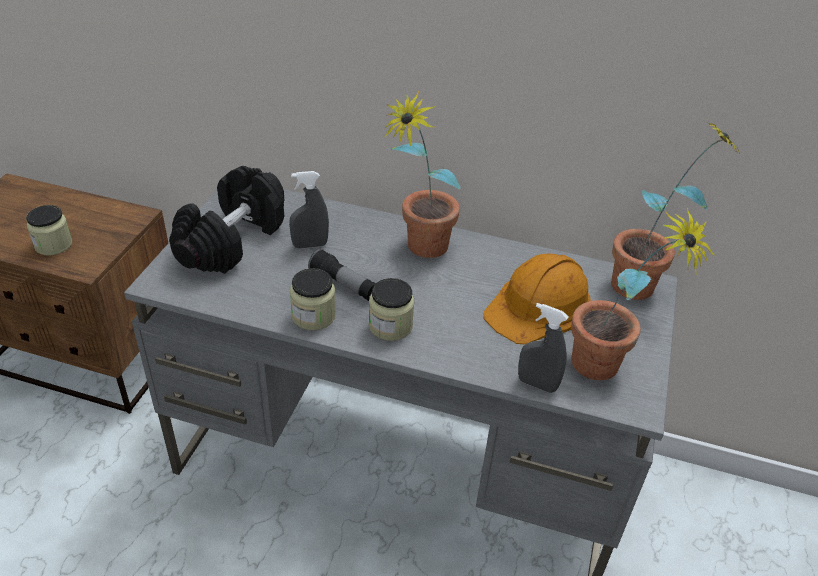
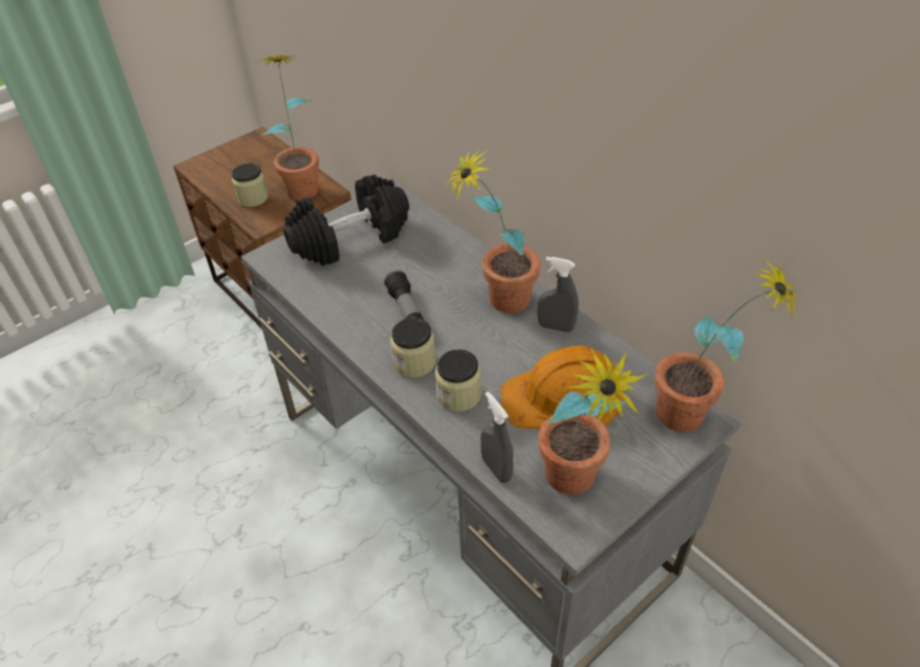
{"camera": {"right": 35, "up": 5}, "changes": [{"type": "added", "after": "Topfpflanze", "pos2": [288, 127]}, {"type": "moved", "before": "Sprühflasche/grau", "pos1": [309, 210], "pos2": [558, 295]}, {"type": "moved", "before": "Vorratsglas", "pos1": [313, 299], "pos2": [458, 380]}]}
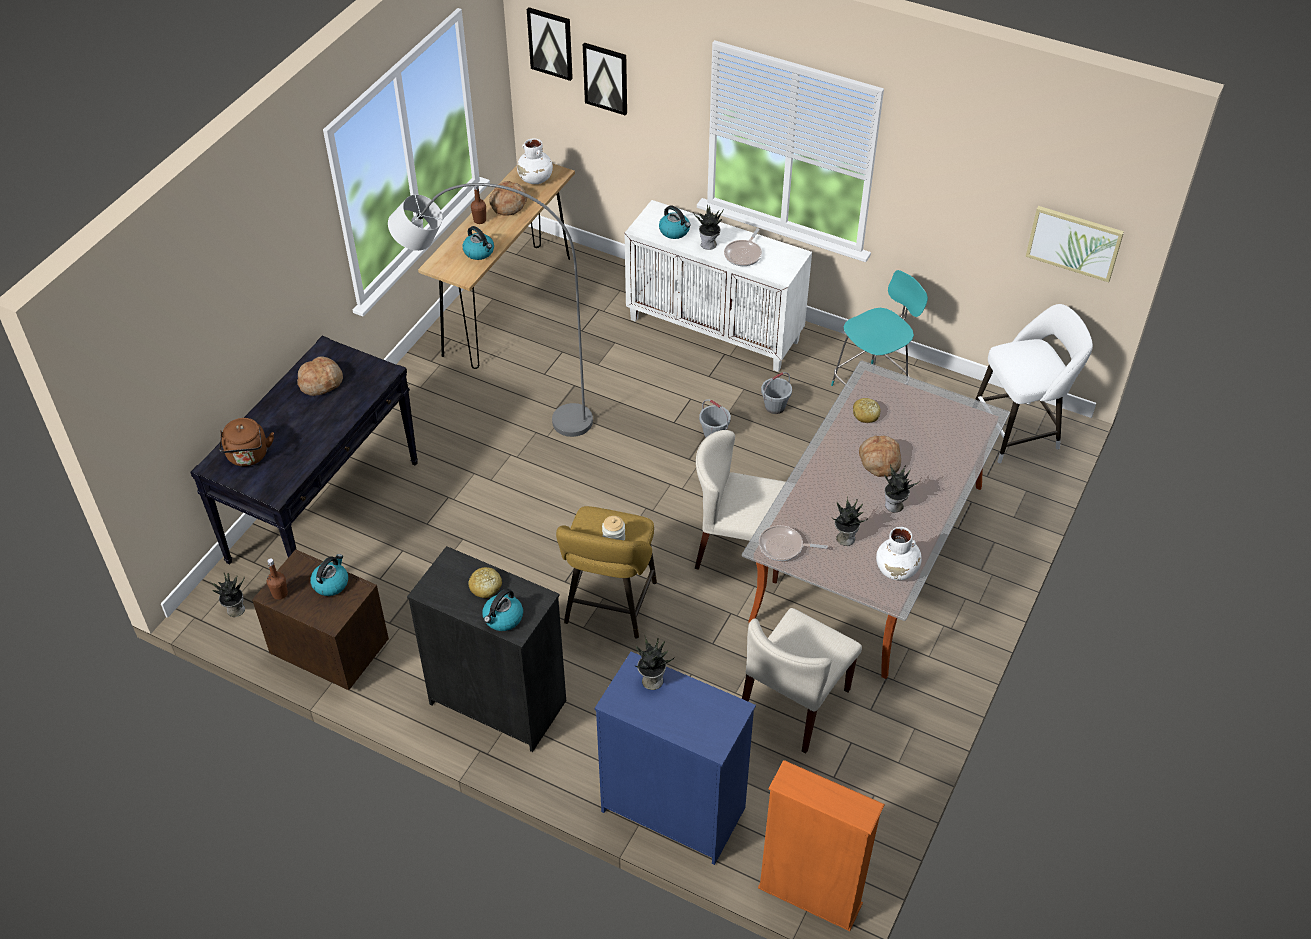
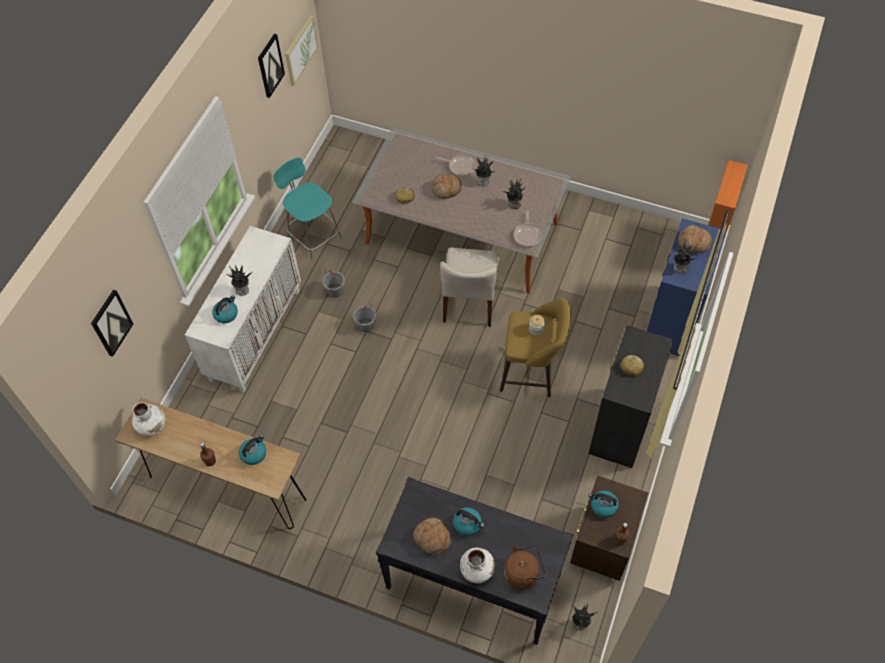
{"camera": {"right": -95, "up": 10}, "changes": [{"type": "removed", "before": "Stehlampe/grau", "pos1": [490, 310]}, {"type": "removed", "before": "Stuhl/beige", "pos1": [802, 681]}, {"type": "removed", "before": "Hocker/weiß", "pos1": [1034, 383]}, {"type": "moved", "before": "Wasserkessel", "pos1": [503, 609], "pos2": [469, 521]}, {"type": "moved", "before": "Brot", "pos1": [508, 198], "pos2": [695, 239]}, {"type": "moved", "before": "Bild", "pos1": [550, 44], "pos2": [271, 66]}, {"type": "moved", "before": "Pfanne", "pos1": [743, 247], "pos2": [456, 165]}, {"type": "moved", "before": "Vase/weiß", "pos1": [899, 553], "pos2": [477, 565]}]}
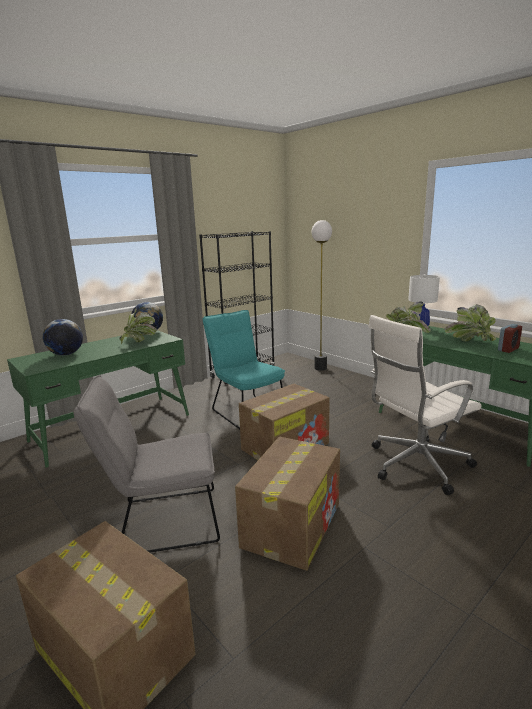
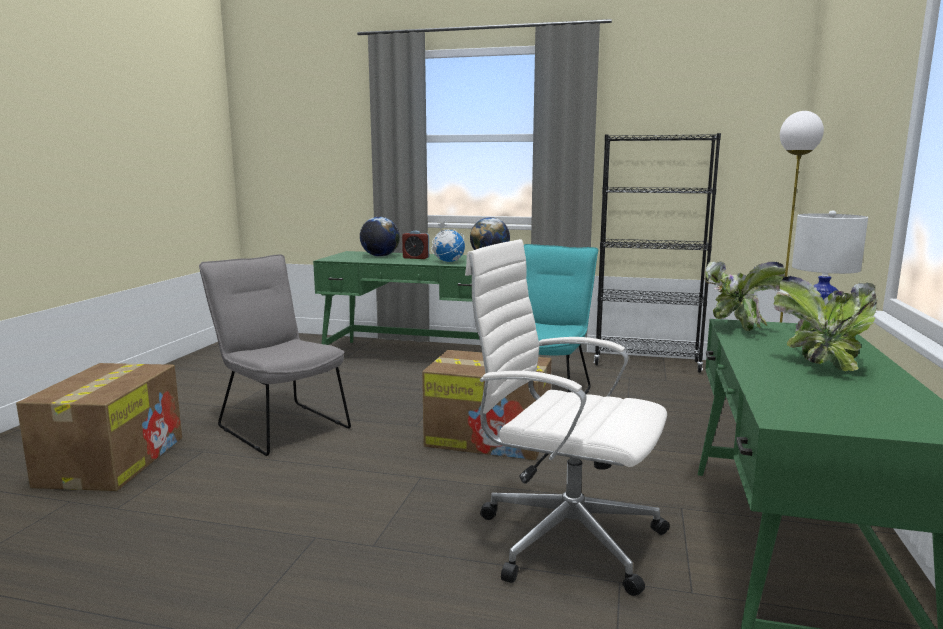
{"camera": {"right": 55, "up": -5}, "changes": [{"type": "removed", "before": "Karton", "pos1": [287, 504]}, {"type": "moved", "before": "Wecker", "pos1": [510, 338], "pos2": [415, 245]}, {"type": "replaced", "before": "Topfpflanze", "after": "Globus", "pos1": [138, 326], "pos2": [448, 241]}]}
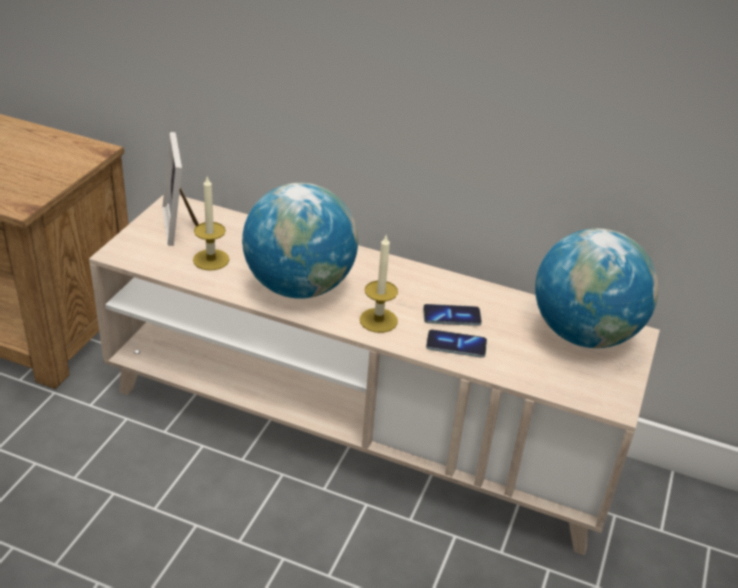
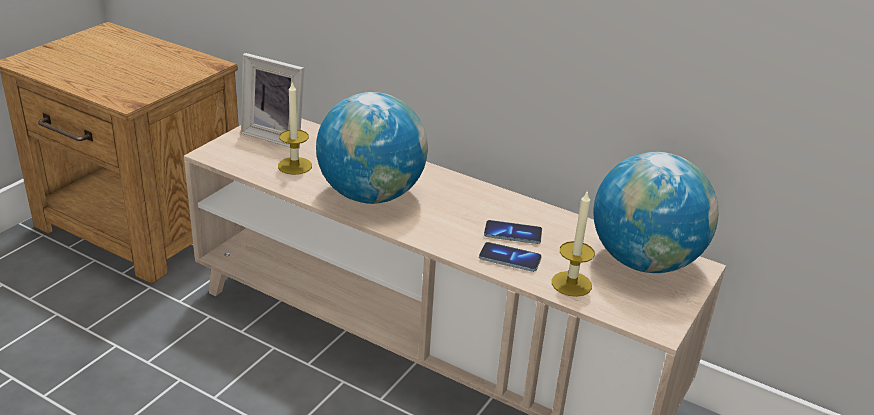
{"camera": {"right": 10, "up": -5}, "changes": [{"type": "moved", "before": "Kerze", "pos1": [379, 283], "pos2": [573, 243]}, {"type": "turned", "before": "Bilderrahmen", "pos1": [180, 189], "pos2": [272, 100], "turn": -60}]}
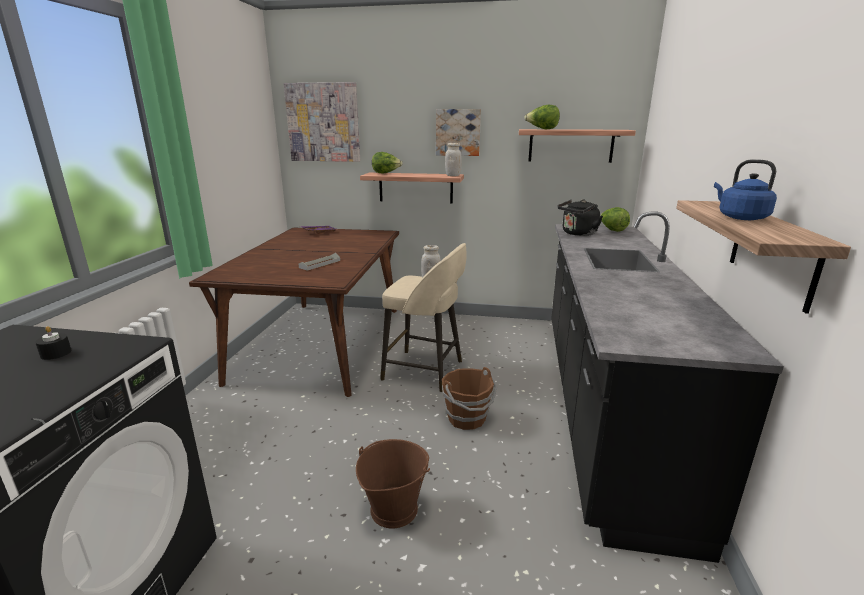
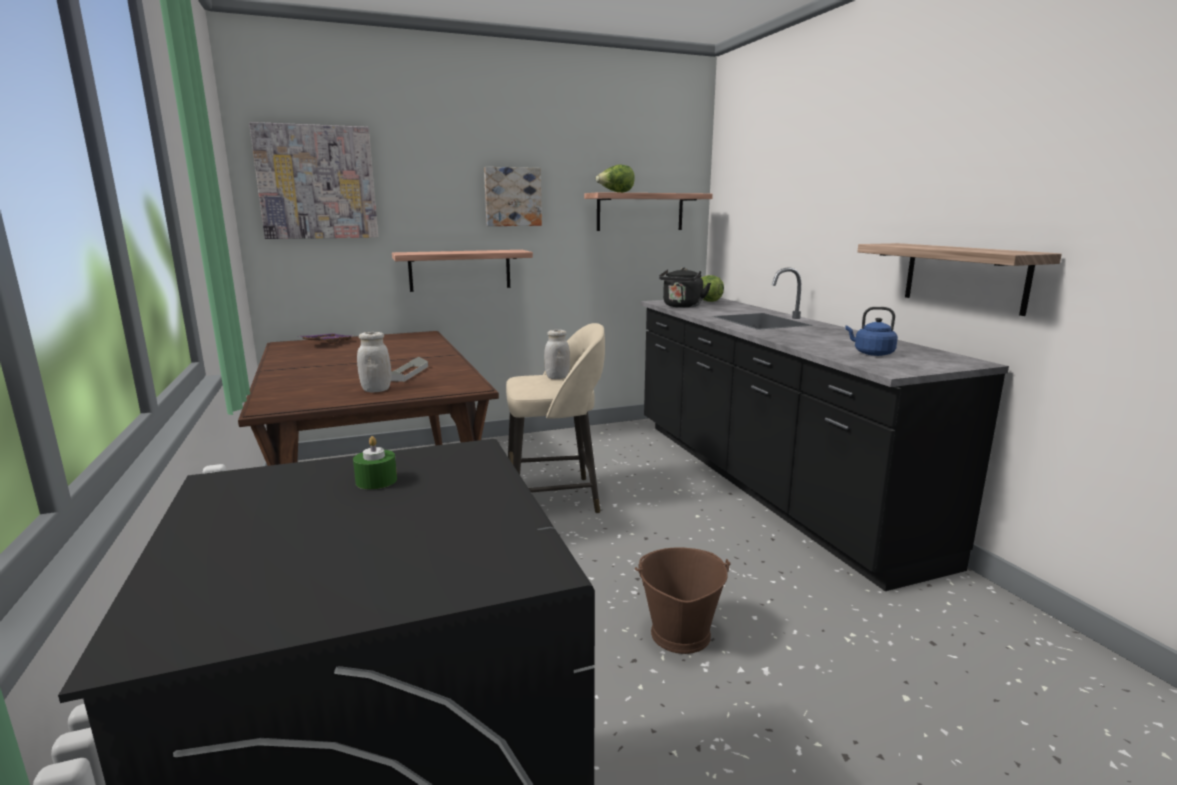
{"camera": {"right": -30, "up": -5}, "changes": [{"type": "removed", "before": "Salatkopf", "pos1": [387, 163]}, {"type": "removed", "before": "Eimer/braun", "pos1": [469, 398]}, {"type": "moved", "before": "Vorratsglas/weiß", "pos1": [453, 159], "pos2": [374, 362]}, {"type": "moved", "before": "Wasserkessel/blau", "pos1": [745, 189], "pos2": [871, 331]}, {"type": "recoloured", "before": "Kerze/schwarz", "after": "Kerze/grün", "pos1": [53, 343], "pos2": [375, 463]}]}
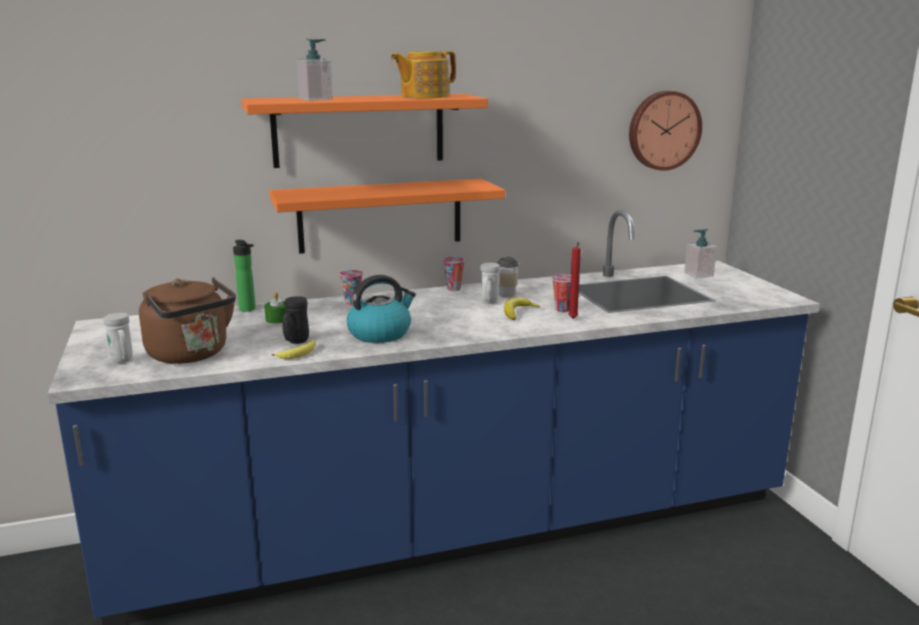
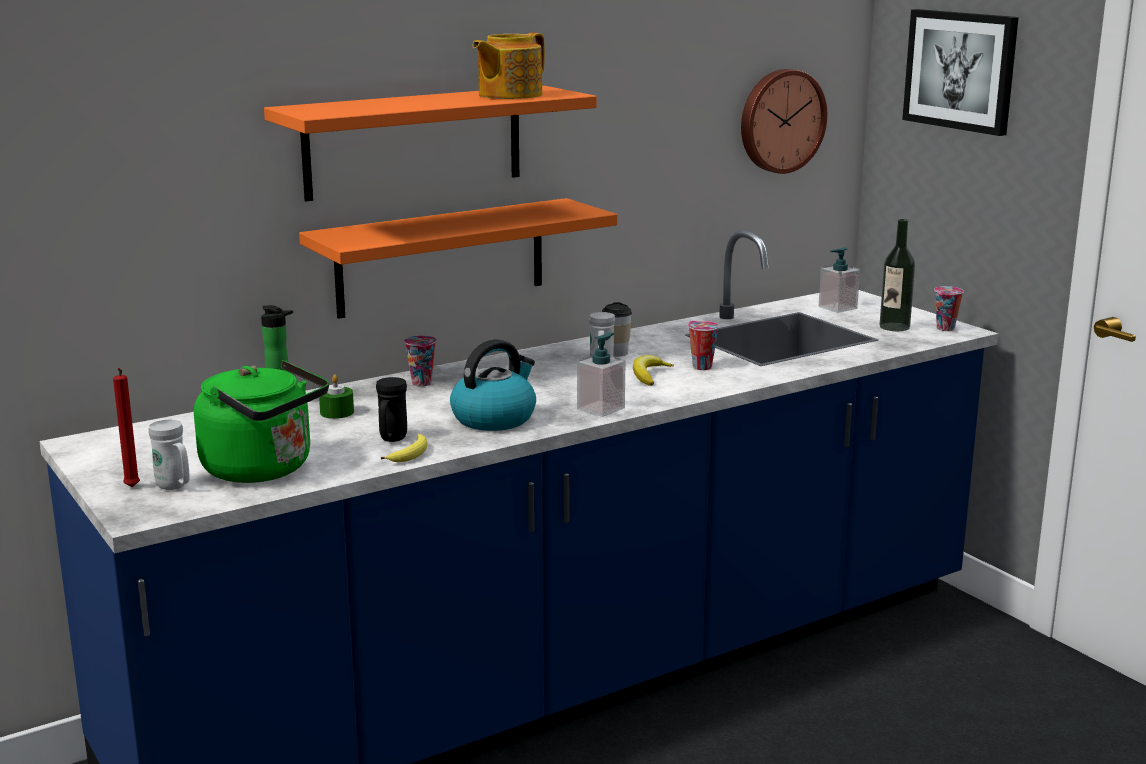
{"camera": {"right": -15, "up": 0}, "changes": [{"type": "added", "after": "Flasche", "pos2": [897, 275]}, {"type": "added", "after": "Bild", "pos2": [960, 72]}, {"type": "moved", "before": "Seifenspender", "pos1": [314, 70], "pos2": [601, 375]}, {"type": "moved", "before": "Tasse", "pos1": [453, 274], "pos2": [949, 308]}, {"type": "moved", "before": "Kerze/rot", "pos1": [574, 280], "pos2": [126, 427]}, {"type": "recoloured", "before": "Wasserkessel/braun", "after": "Wasserkessel/grün", "pos1": [187, 320], "pos2": [261, 421]}]}
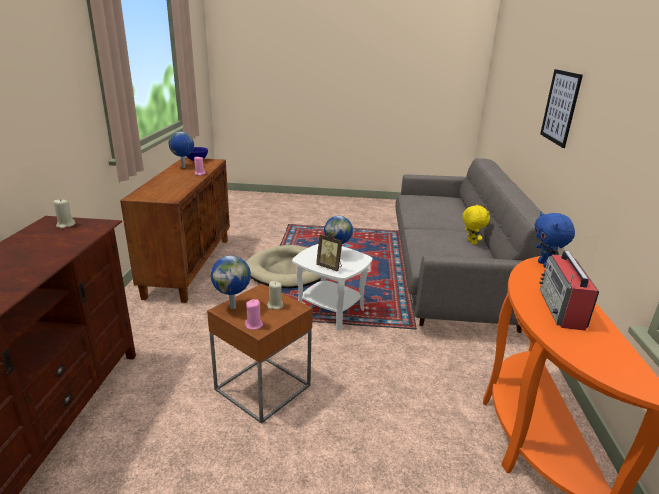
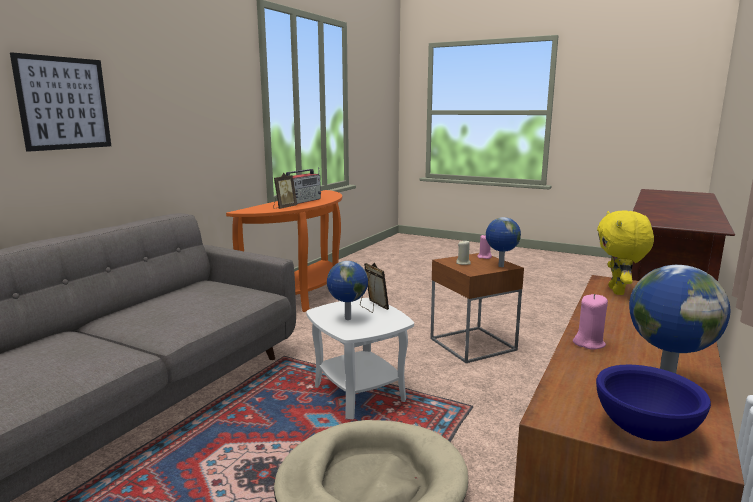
{"camera": {"right": -155, "up": -10}, "changes": [{"type": "removed", "before": "Kerze/beige", "pos1": [64, 214]}, {"type": "removed", "before": "Plüschtier/blau", "pos1": [554, 240]}, {"type": "added", "after": "Bilderrahmen", "pos2": [285, 191]}, {"type": "moved", "before": "Plüschtier/gelb", "pos1": [476, 225], "pos2": [625, 252]}]}
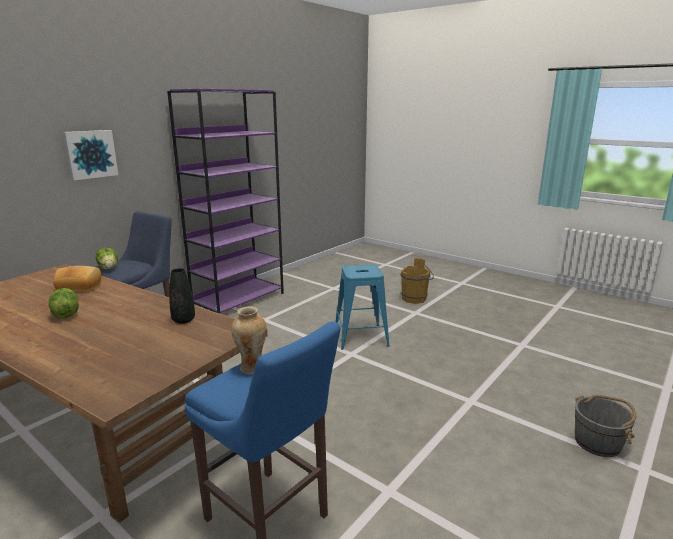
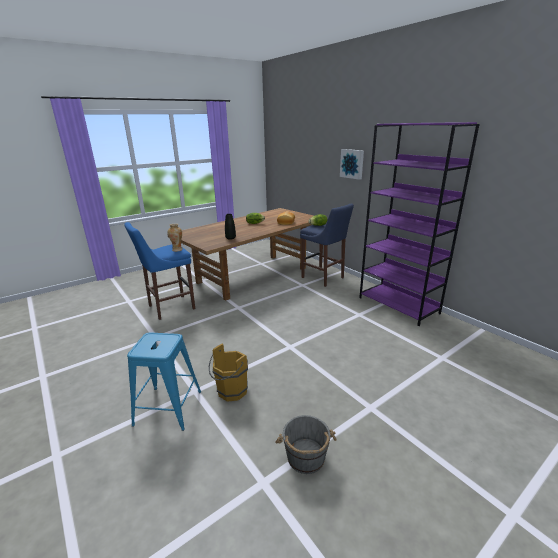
{"camera": {"right": 105, "up": 5}, "changes": [{"type": "moved", "before": "Hocker/blau", "pos1": [363, 307], "pos2": [164, 382]}, {"type": "moved", "before": "Eimer/braun", "pos1": [417, 281], "pos2": [228, 373]}, {"type": "moved", "before": "Eimer/grau", "pos1": [605, 426], "pos2": [306, 444]}]}
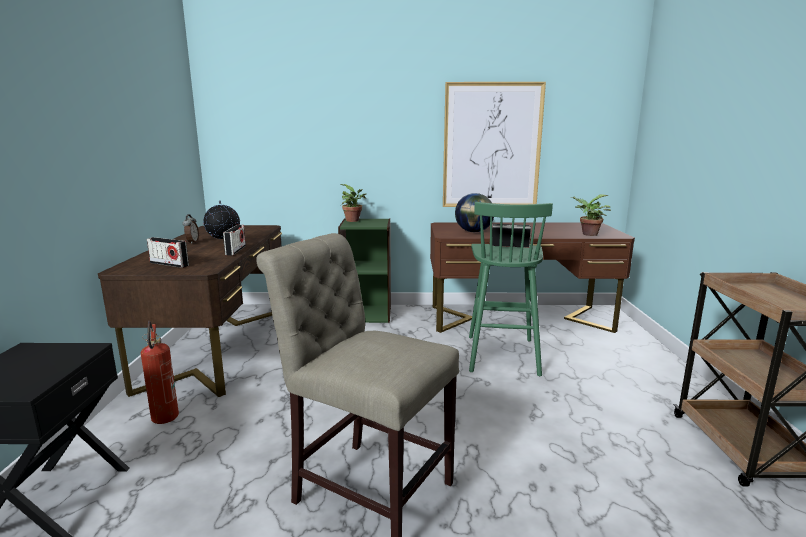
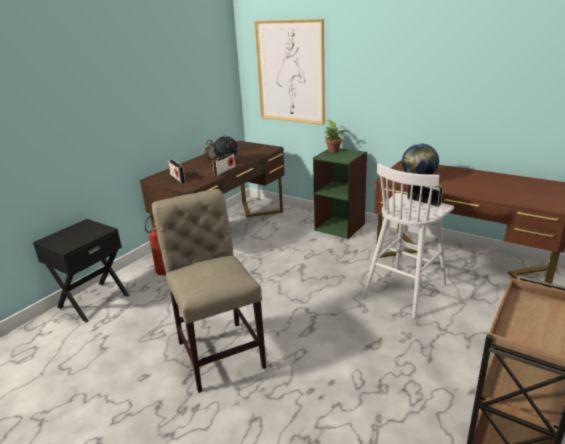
{"camera": {"right": 35, "up": 10}, "changes": [{"type": "removed", "before": "Topfpflanze", "pos1": [590, 215]}, {"type": "moved", "before": "Bild", "pos1": [494, 144], "pos2": [290, 72]}, {"type": "recoloured", "before": "Hocker/grün", "after": "Hocker/weiß", "pos1": [511, 289], "pos2": [408, 241]}]}
